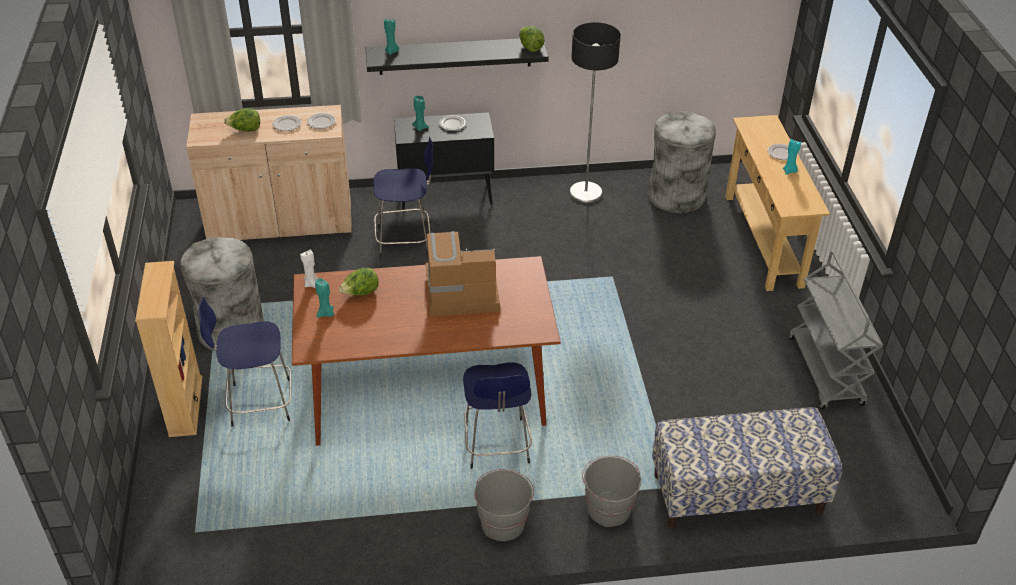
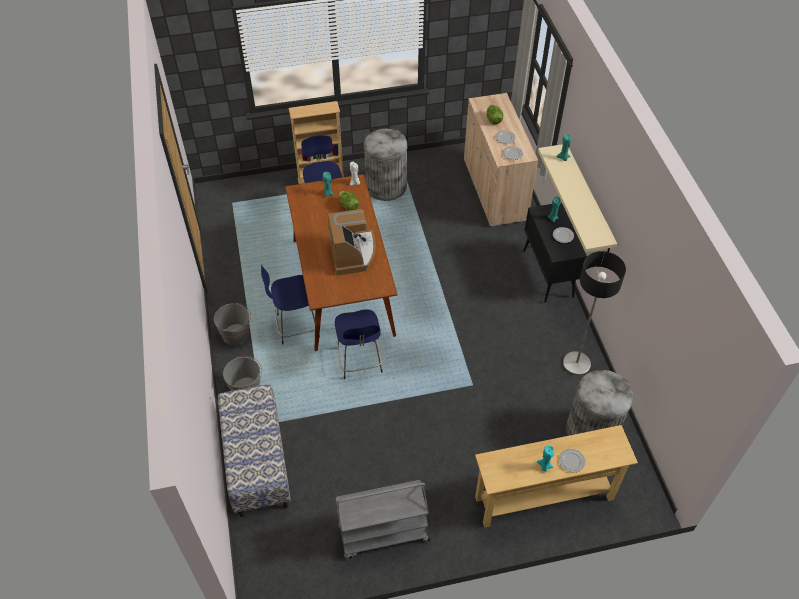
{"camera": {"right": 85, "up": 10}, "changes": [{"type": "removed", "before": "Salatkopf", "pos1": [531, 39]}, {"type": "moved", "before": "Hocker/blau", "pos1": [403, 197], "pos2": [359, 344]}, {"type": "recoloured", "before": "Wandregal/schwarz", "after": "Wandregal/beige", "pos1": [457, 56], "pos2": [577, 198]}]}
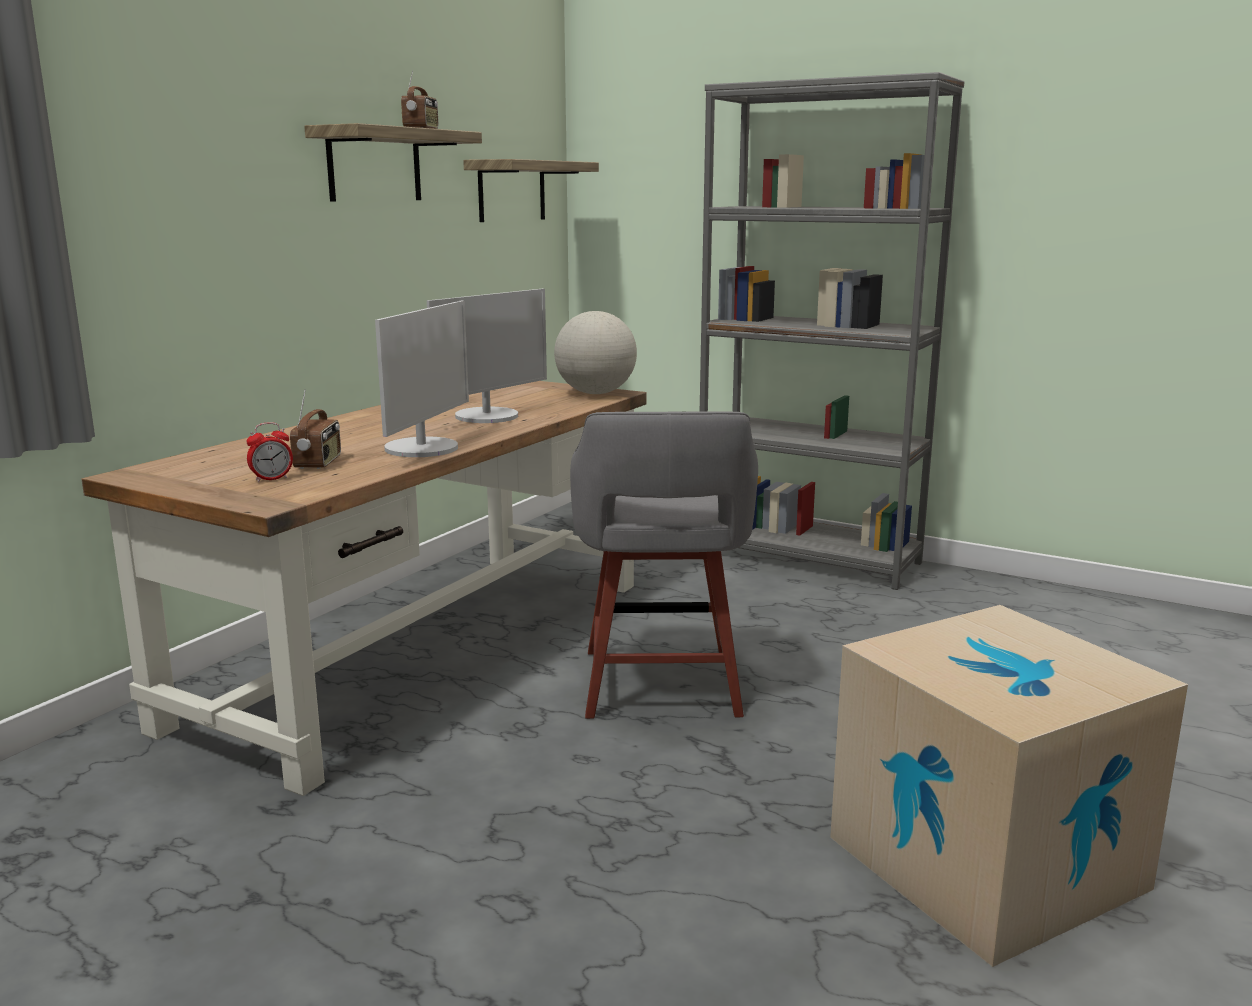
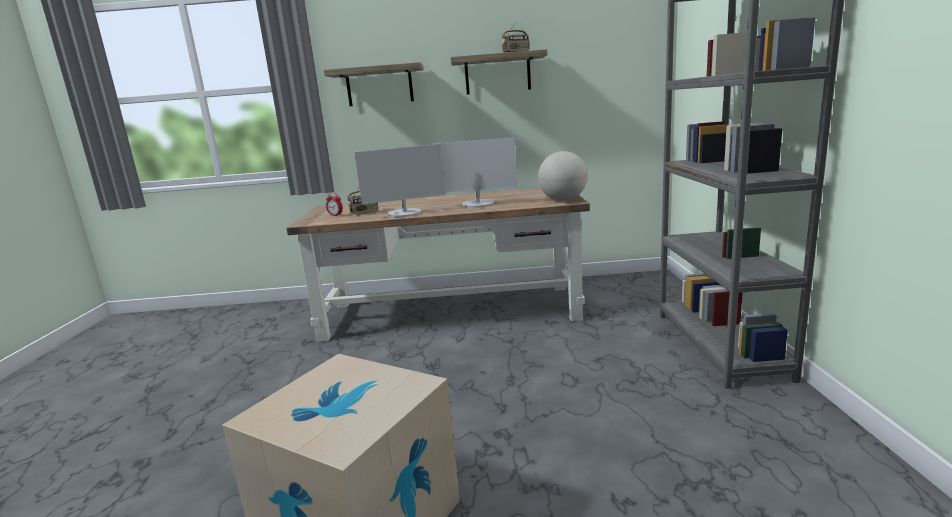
{"camera": {"right": 60, "up": 0}, "changes": [{"type": "removed", "before": "Hocker/grau", "pos1": [664, 565]}, {"type": "moved", "before": "Wandregal", "pos1": [531, 190], "pos2": [373, 84]}]}
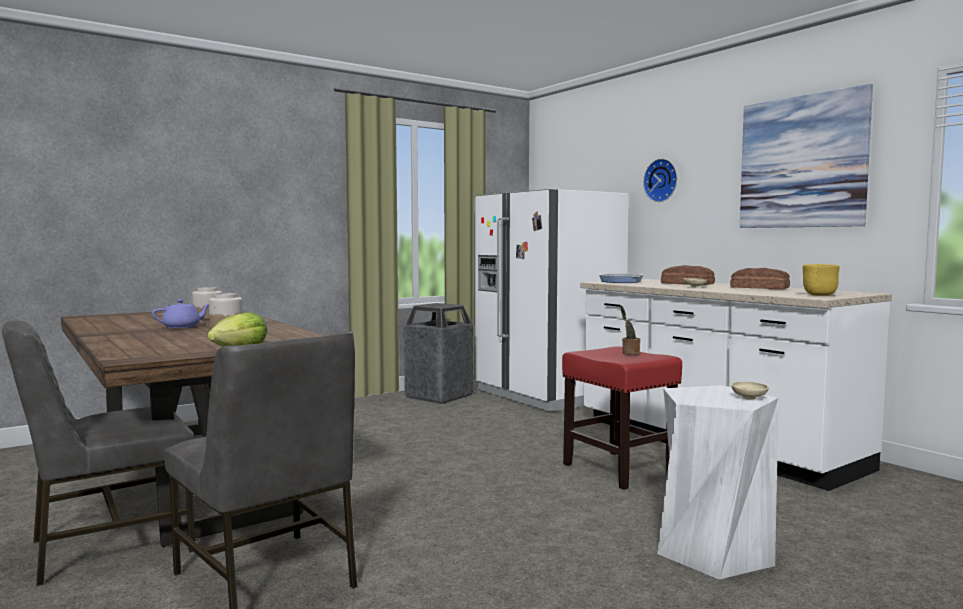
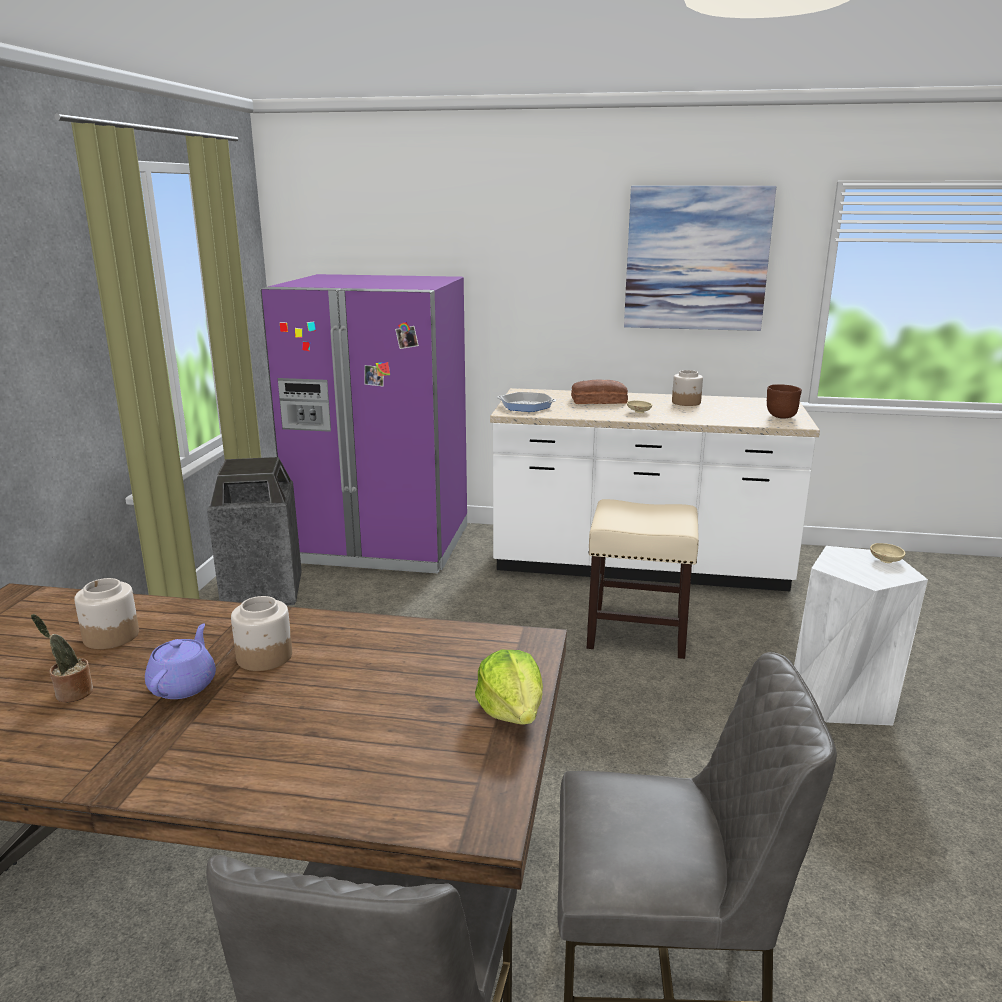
{"camera": {"right": -45, "up": 15}, "changes": [{"type": "removed", "before": "Wanduhr", "pos1": [660, 180]}, {"type": "moved", "before": "Topfpflanze", "pos1": [630, 330], "pos2": [62, 658]}, {"type": "replaced", "before": "Brot", "after": "Vorratsglas", "pos1": [760, 278], "pos2": [687, 388]}, {"type": "recoloured", "before": "Kühlschrank/weiß", "after": "Kühlschrank/lila", "pos1": [551, 300], "pos2": [363, 423]}, {"type": "recoloured", "before": "Hocker/rot", "after": "Hocker/beige", "pos1": [622, 418], "pos2": [643, 579]}, {"type": "recoloured", "before": "Schüssel/gelb", "after": "Schüssel/braun", "pos1": [821, 280], "pos2": [784, 401]}]}
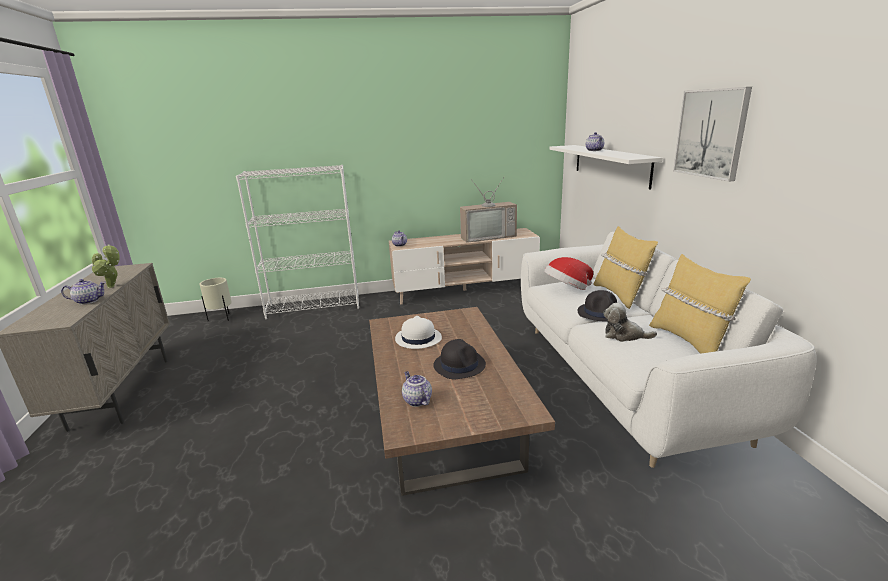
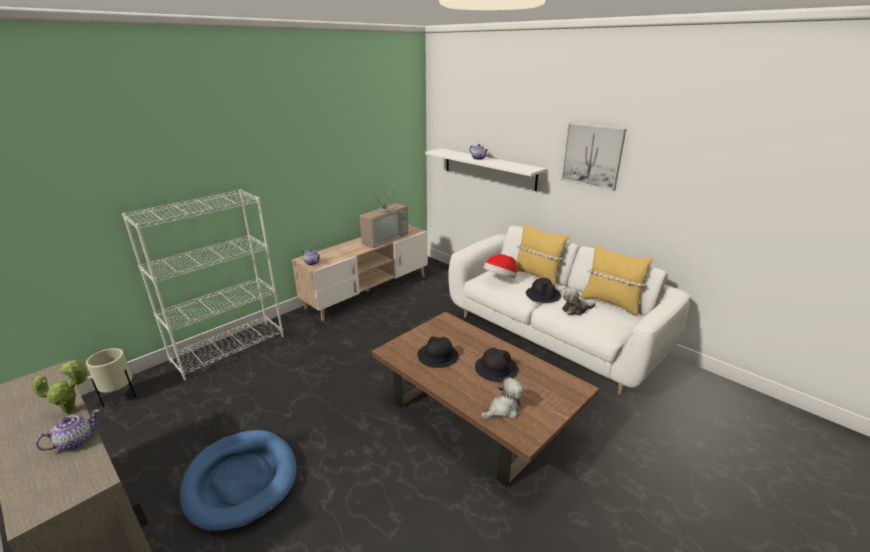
{"camera": {"right": -35, "up": 5}, "changes": [{"type": "added", "after": "Hundebett/blau", "pos2": [238, 480]}, {"type": "replaced", "before": "Teekanne", "after": "Plüschtier", "pos1": [417, 389], "pos2": [502, 398]}, {"type": "recoloured", "before": "Hut/weiß", "after": "Hut/schwarz", "pos1": [418, 332], "pos2": [438, 352]}]}
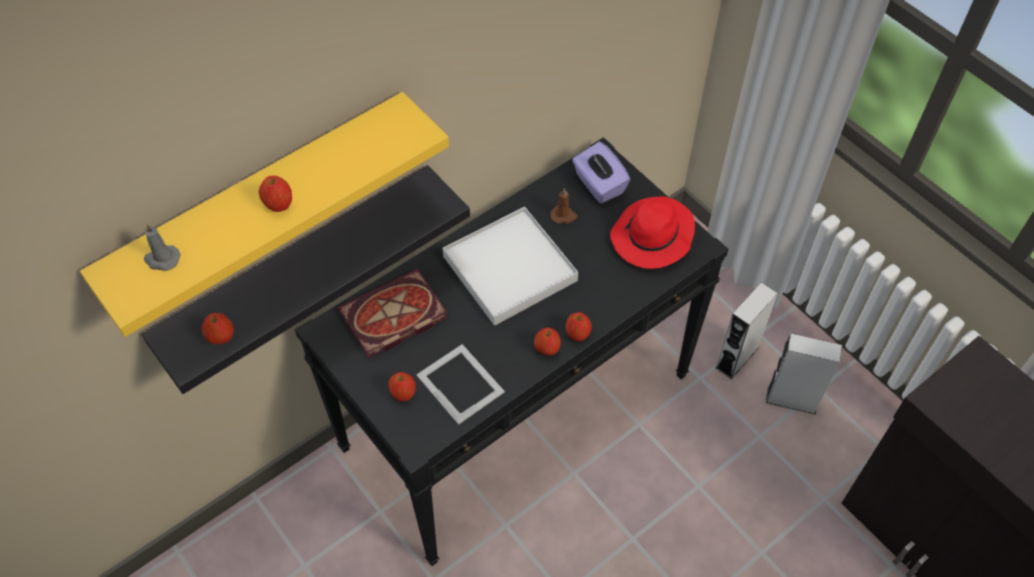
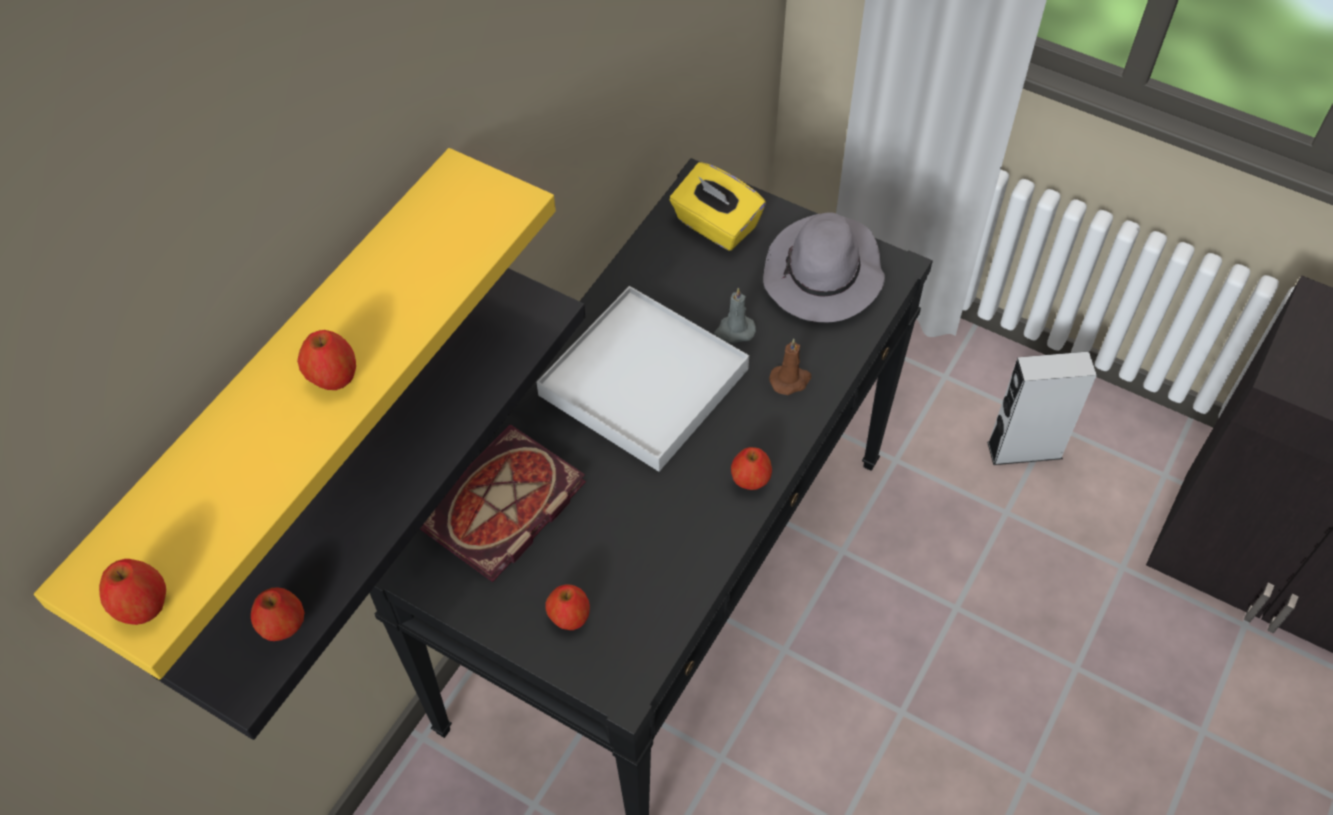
{"camera": {"right": -20, "up": 0}, "changes": [{"type": "removed", "before": "Bilderrahmen", "pos1": [460, 384]}, {"type": "removed", "before": "Lautsprecher/grau", "pos1": [747, 330]}, {"type": "moved", "before": "Kerze/grau", "pos1": [162, 247], "pos2": [735, 315]}, {"type": "moved", "before": "Kerze/braun", "pos1": [564, 206], "pos2": [790, 367]}, {"type": "moved", "before": "Apfel", "pos1": [579, 326], "pos2": [132, 592]}, {"type": "recoloured", "before": "Taschentuchbox/lila", "after": "Taschentuchbox/gelb", "pos1": [601, 172], "pos2": [717, 206]}, {"type": "recoloured", "before": "Hut/rot", "after": "Hut/grau", "pos1": [652, 233], "pos2": [824, 267]}]}
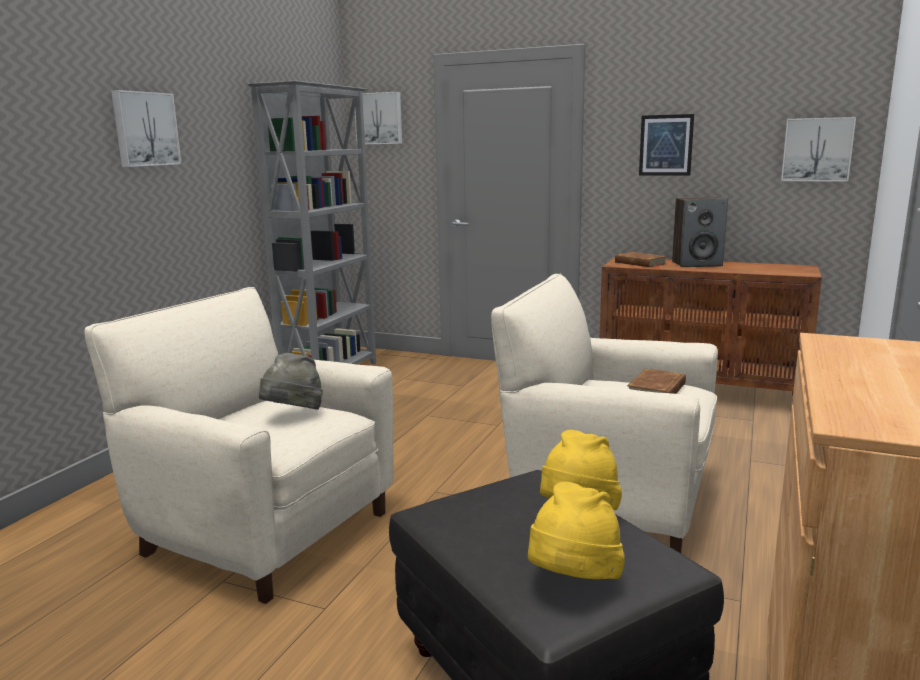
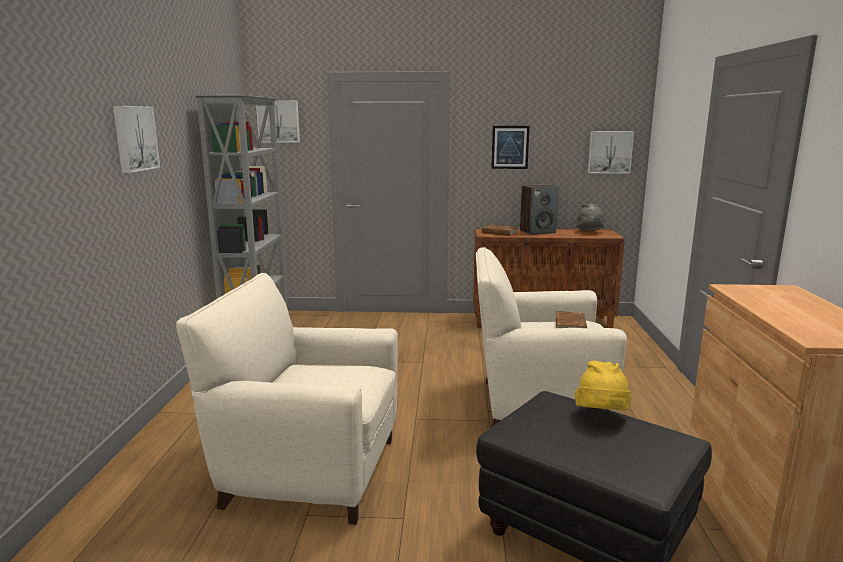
{"camera": {"right": -20, "up": 0}, "changes": [{"type": "removed", "before": "Hut/gelb", "pos1": [576, 530]}, {"type": "moved", "before": "Hut/grau", "pos1": [291, 381], "pos2": [590, 217]}]}
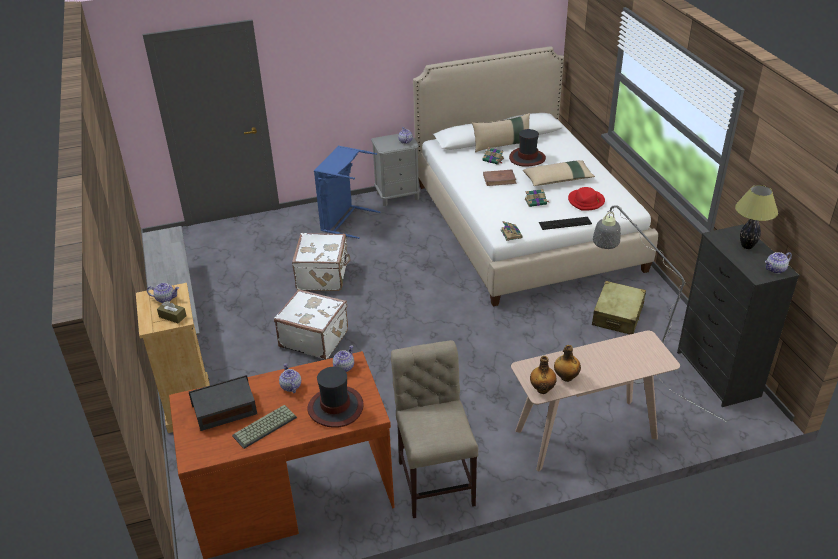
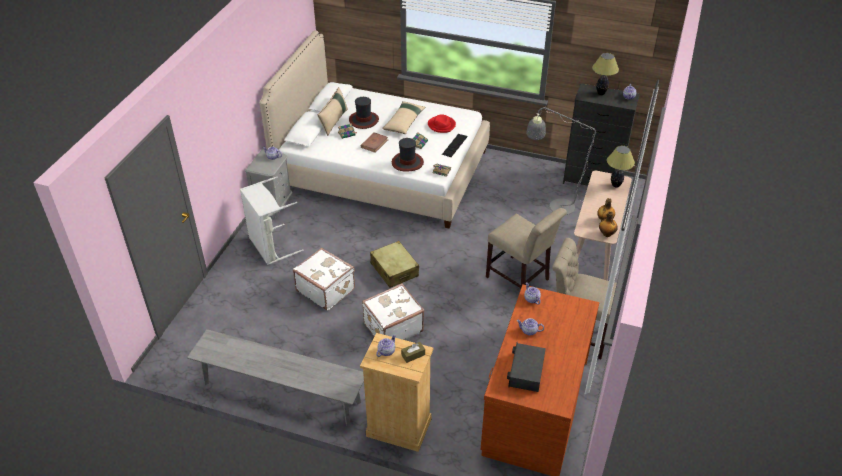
{"camera": {"right": -55, "up": 5}, "changes": [{"type": "removed", "before": "Tastatur", "pos1": [264, 427]}, {"type": "added", "after": "Stuhl/beige", "pos2": [526, 248]}, {"type": "added", "after": "Tischlampe", "pos2": [621, 166]}, {"type": "moved", "before": "Hut", "pos1": [335, 397], "pos2": [408, 155]}, {"type": "moved", "before": "Koffer/beige", "pos1": [619, 308], "pos2": [394, 264]}, {"type": "recoloured", "before": "Wäschekorb/blau", "after": "Wäschekorb/grau", "pos1": [347, 192], "pos2": [271, 221]}]}
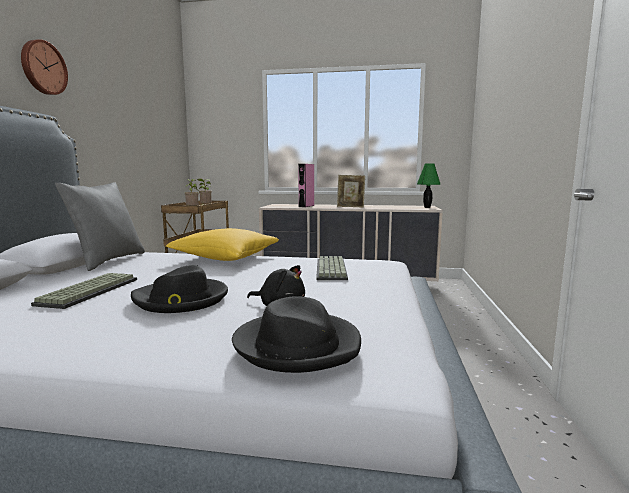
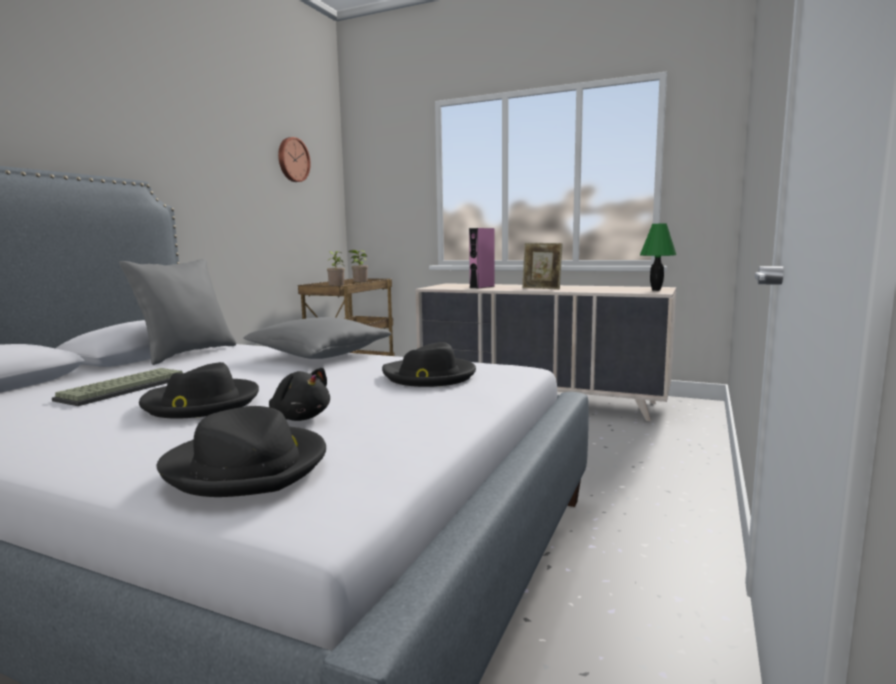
{"camera": {"right": 15, "up": 0}, "changes": [{"type": "moved", "before": "Wanduhr", "pos1": [44, 67], "pos2": [294, 159]}, {"type": "replaced", "before": "Tastatur", "after": "Hut/schwarz", "pos1": [332, 268], "pos2": [429, 364]}, {"type": "recoloured", "before": "Kissen/gelb", "after": "Kissen/grau", "pos1": [222, 244], "pos2": [317, 338]}]}
